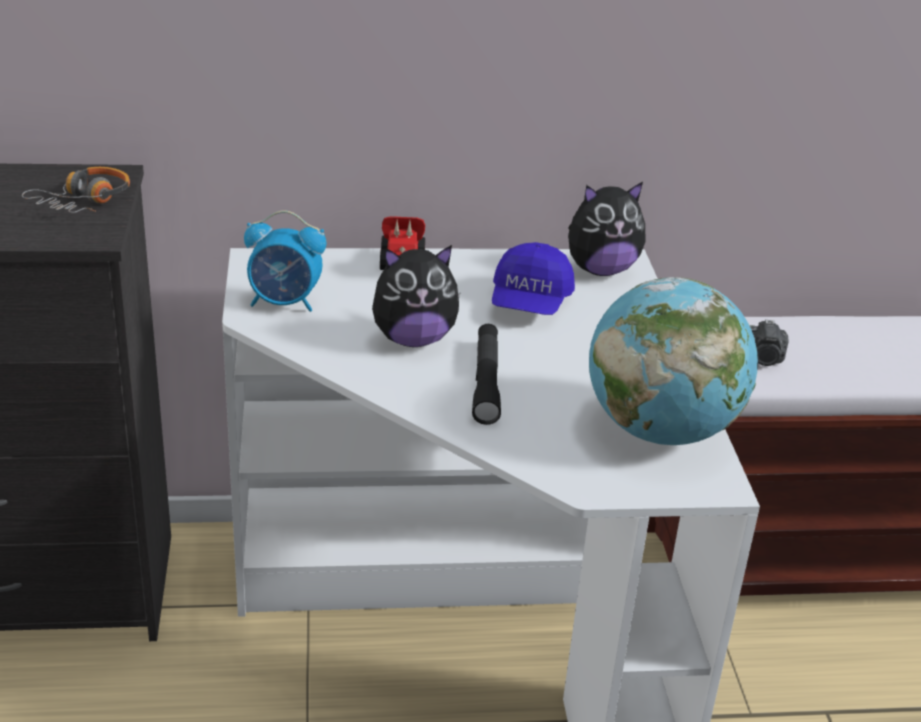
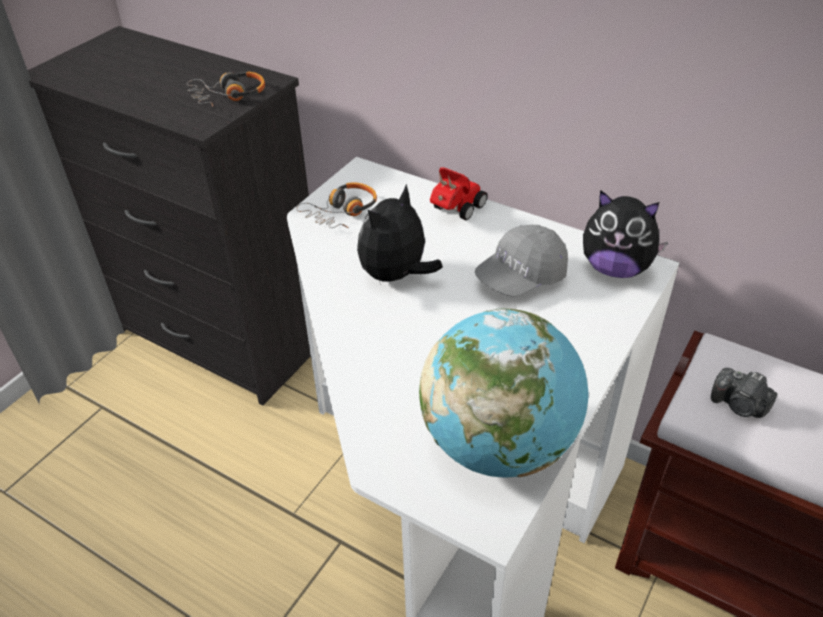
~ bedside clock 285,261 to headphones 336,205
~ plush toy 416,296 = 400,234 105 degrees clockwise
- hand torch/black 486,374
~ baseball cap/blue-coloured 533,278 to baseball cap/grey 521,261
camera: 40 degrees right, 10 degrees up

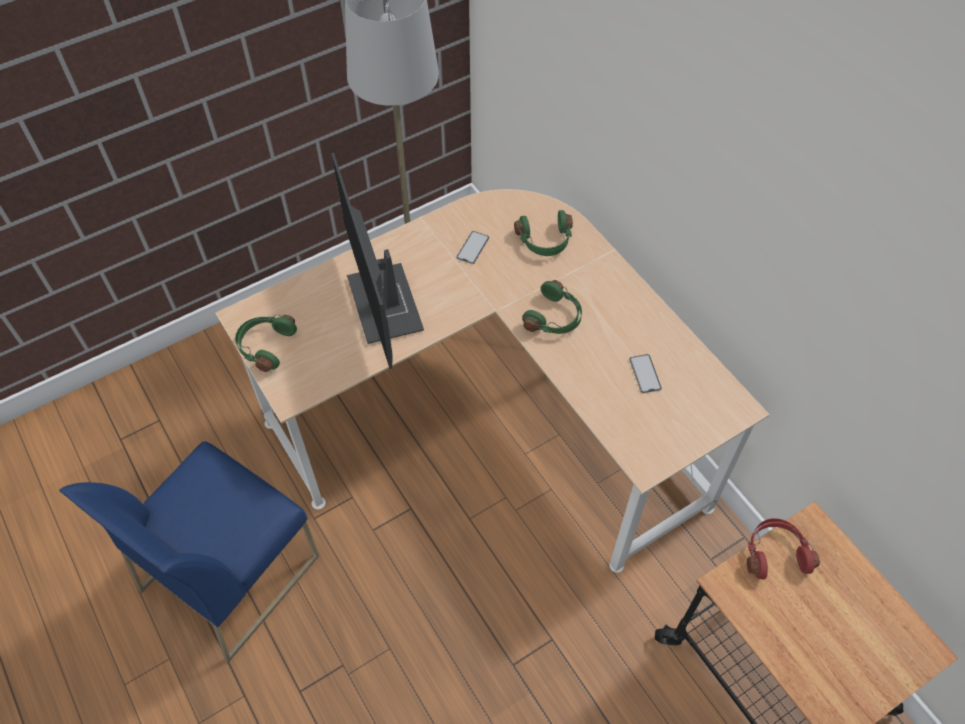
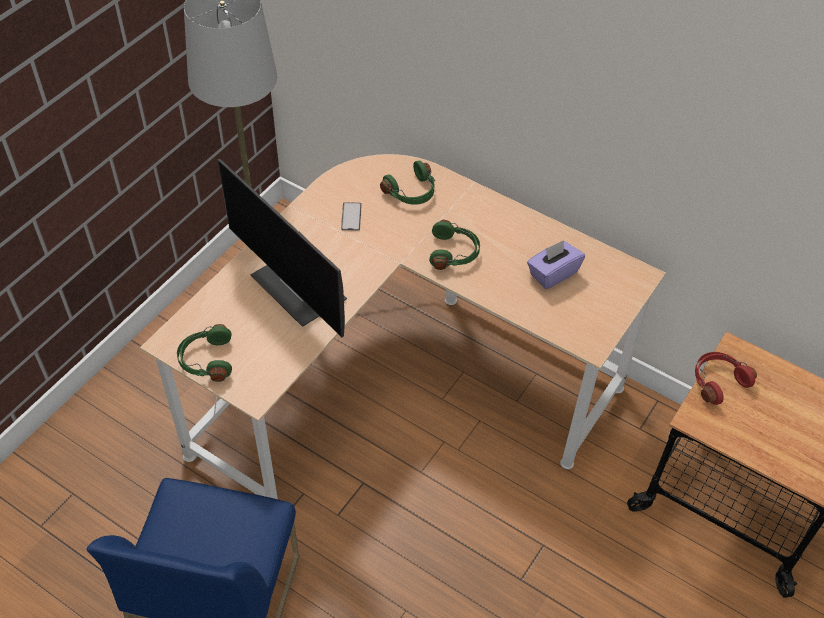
~ handset 645,373 to tissue holder/purple 556,264
camera: 25 degrees left, 5 degrees down

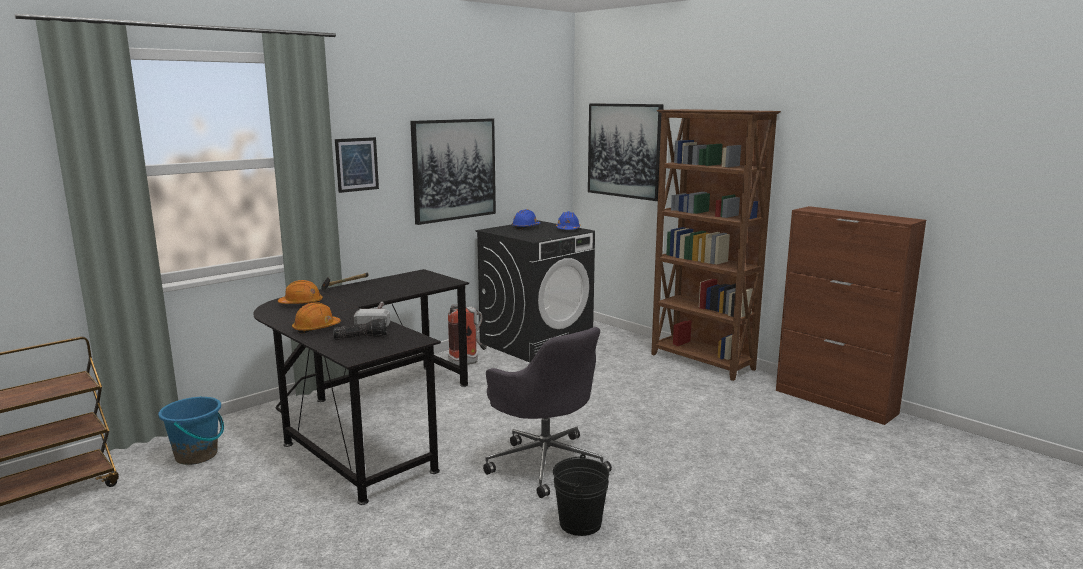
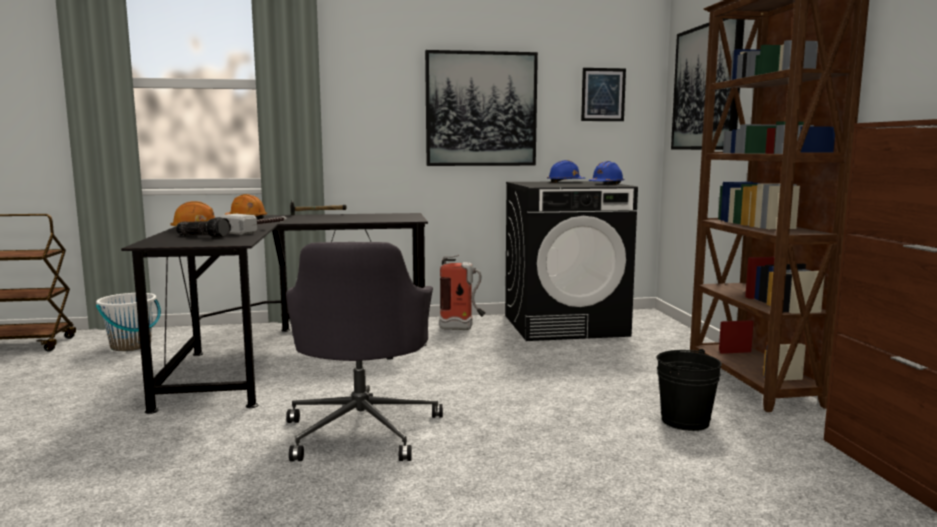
~ water bucket/blue-coloured 191,430 to water bucket/white 128,322
~ wall art 357,165 to 603,94
~ water bucket/black 581,495 to 689,390
camera: 35 degrees right, 5 degrees down

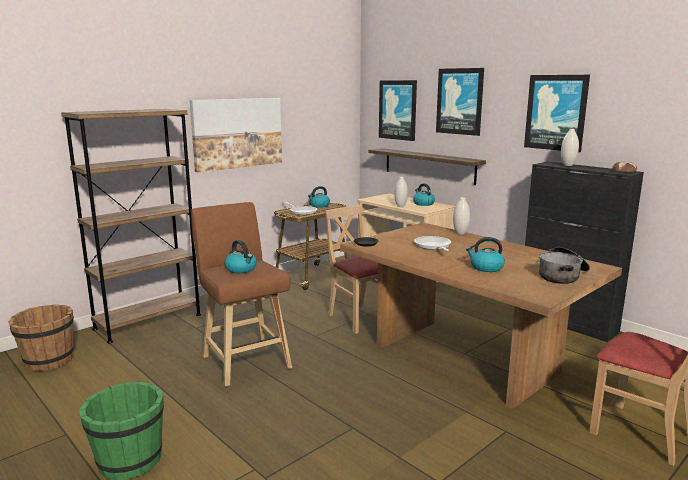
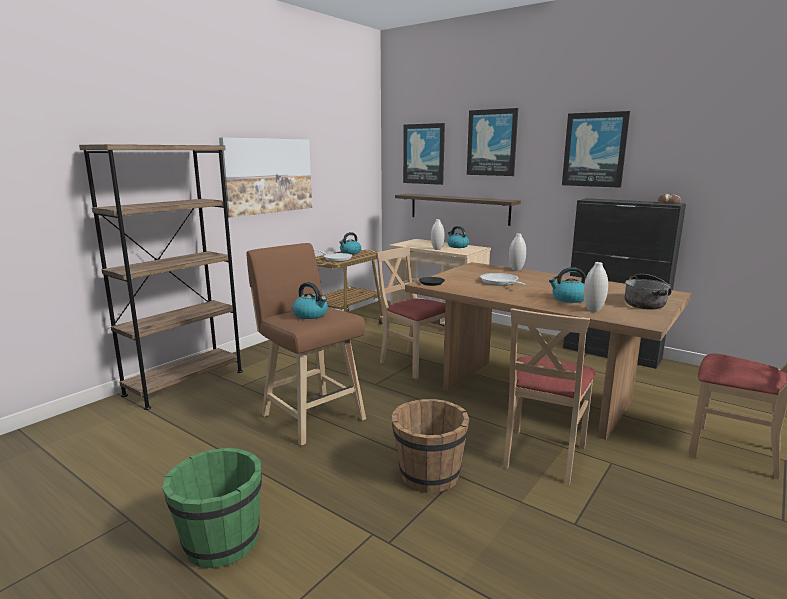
~ water bucket/brownish 41,338 to 431,446
~ vase/white 570,147 to 596,287
+ upright chair/sand-coloured 549,396
camera: 10 degrees left, 0 degrees up

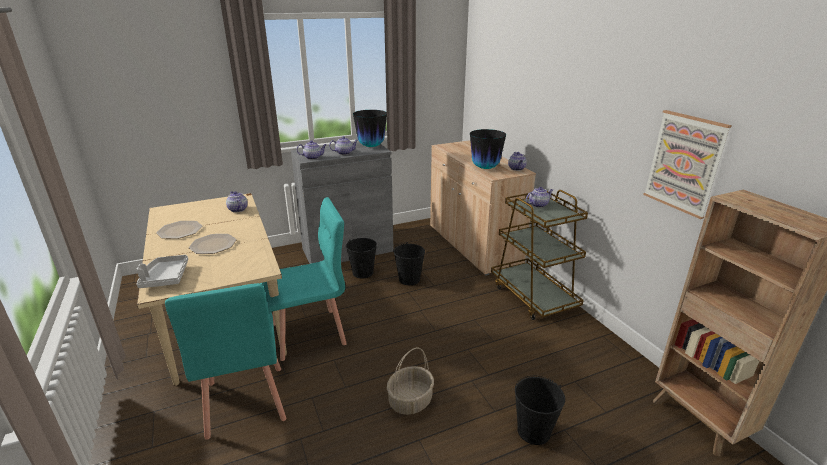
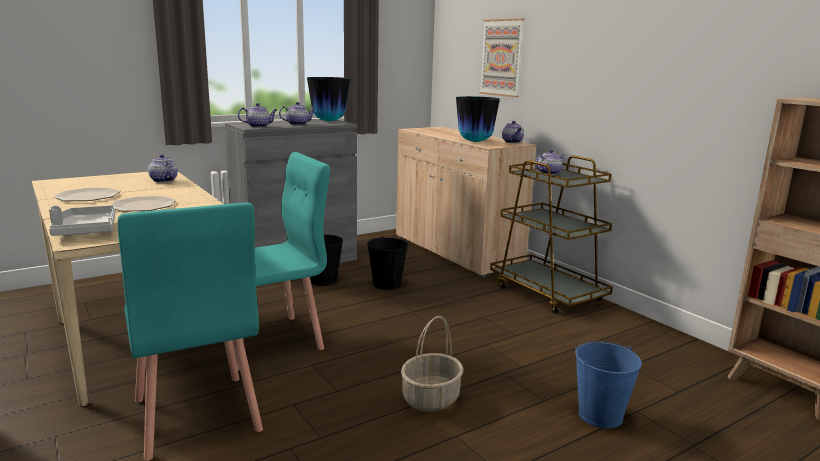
~ water bucket/black 540,410 to water bucket/blue-coloured 608,385
~ wall art 687,164 to 501,57
camera: 10 degrees left, 10 degrees down

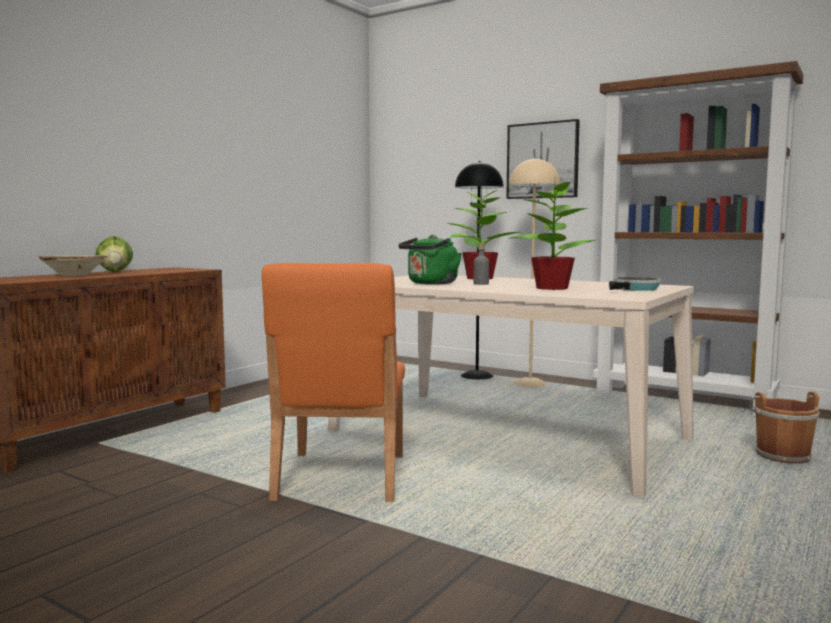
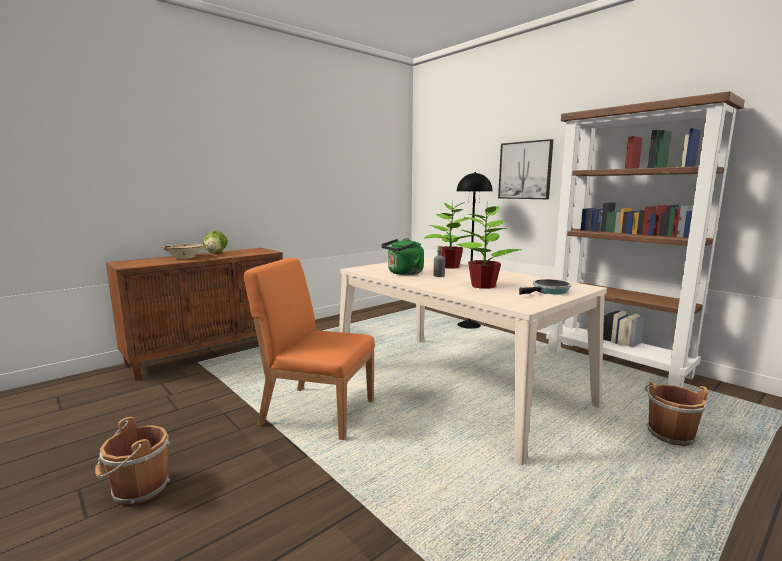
~ upright chair/orange-coloured 333,382 = 309,349 90 degrees clockwise
- standard lamp/sand-coloured 535,272
+ water bucket/brownish 132,461
camera: 15 degrees right, 5 degrees up

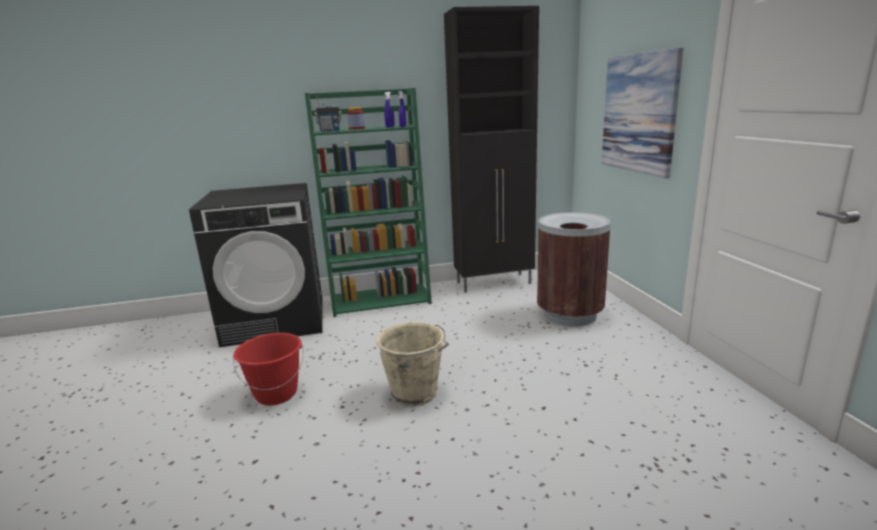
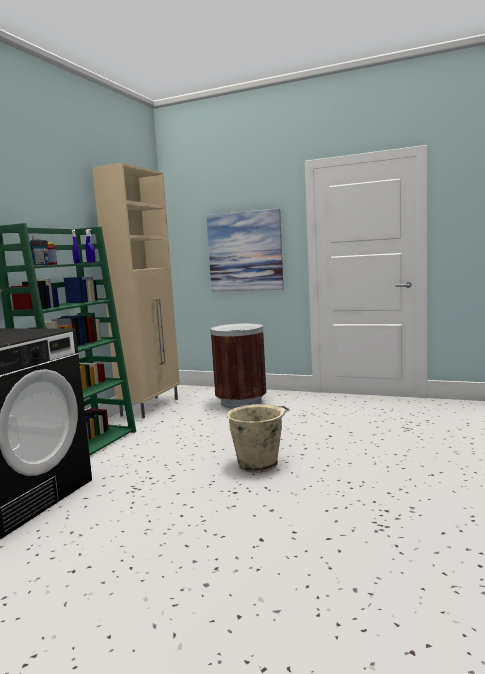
- water bucket/red 268,369
~ cabinet/black 491,149 to cabinet/sand-coloured 136,290
camera: 55 degrees left, 10 degrees down

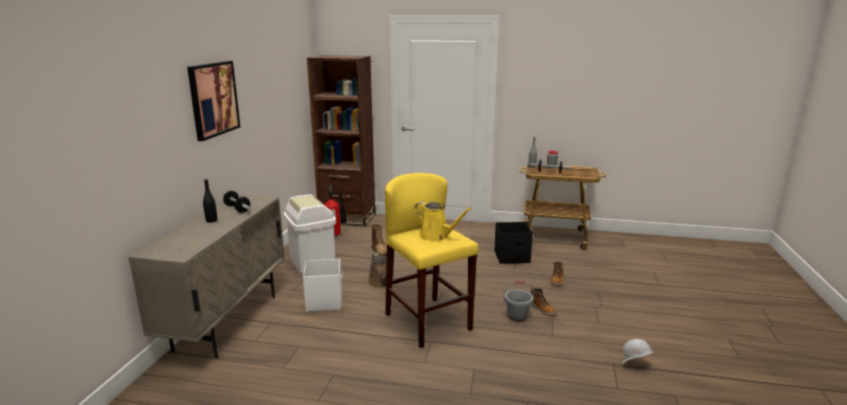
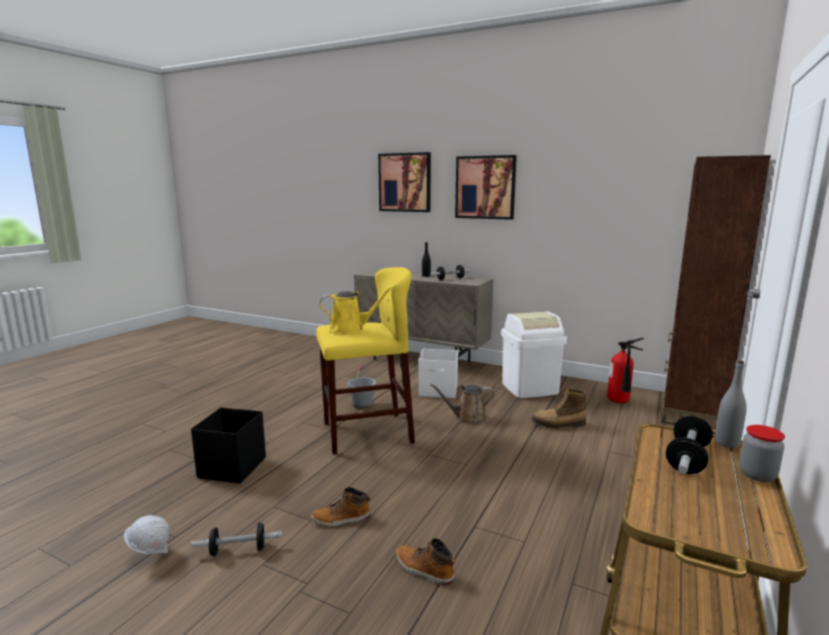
~ sprinkling can/yellowish 443,222 = 356,310 150 degrees counterclockwise
~ storage bin/black 514,243 to 228,445
~ water bucket/grey 518,301 to 362,386
+ hand weight 236,539
+ wall art 404,182
camera: 105 degrees right, 5 degrees down

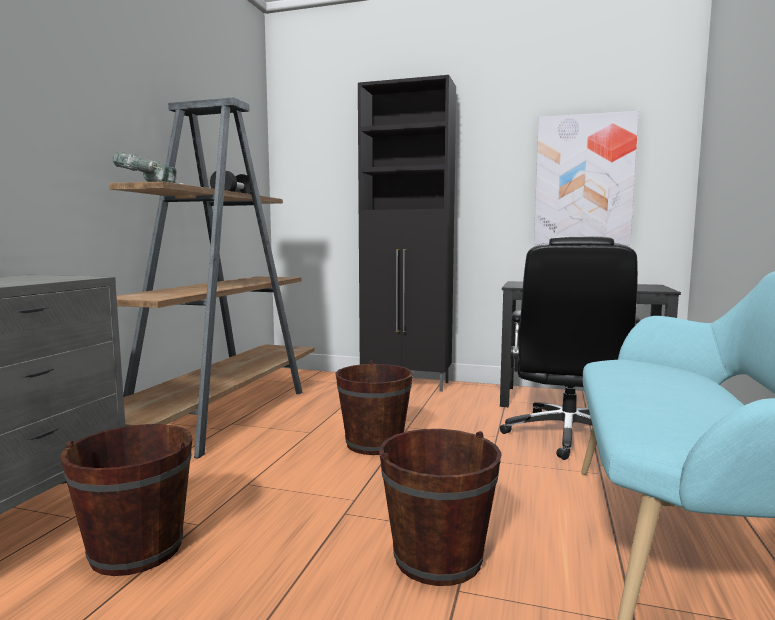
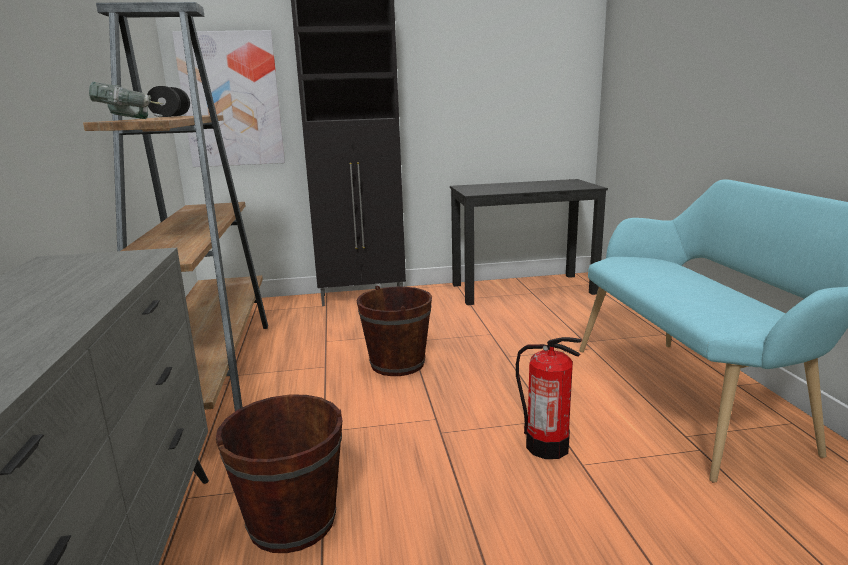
~ water bucket/brownish 440,507 to extinguisher 549,398
- office chair/black 570,348
~ wall art 586,178 to 228,98
camera: 25 degrees left, 10 degrees up

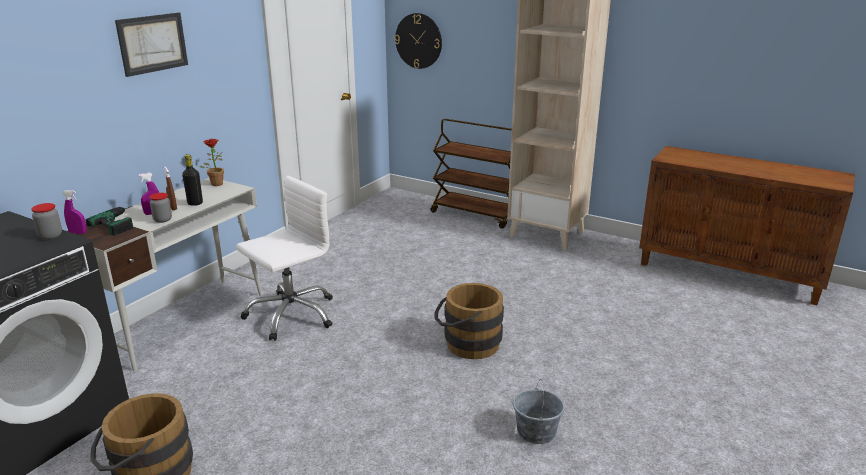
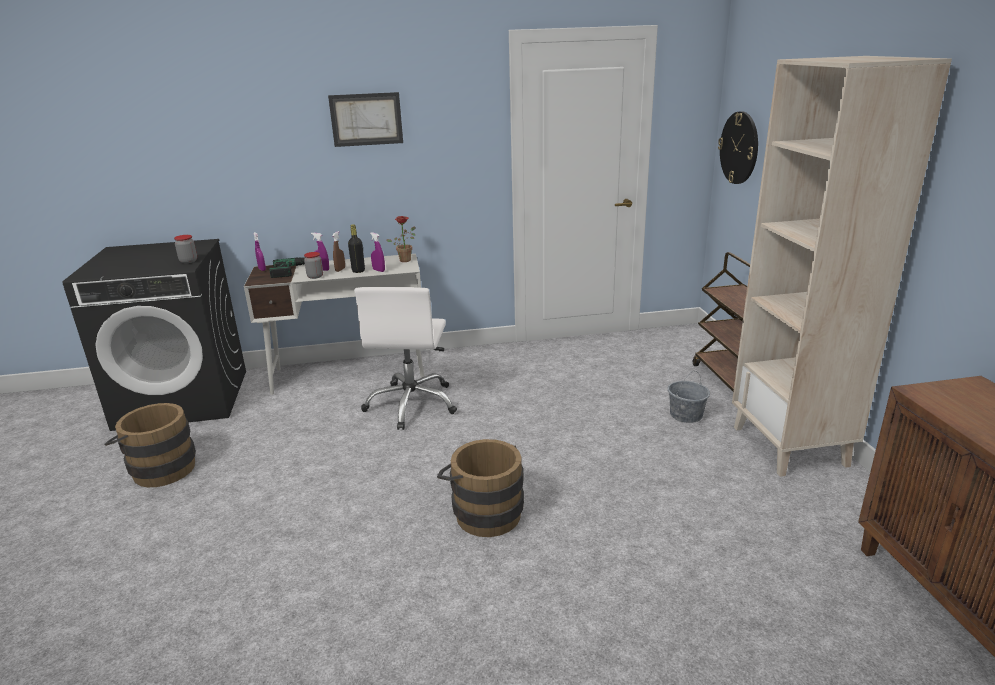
~ office chair/white 284,258 = 405,358 90 degrees clockwise
~ water bucket/grey 539,411 to 689,397
+ spray bottle/purple 377,252
camera: 50 degrees right, 0 degrees up

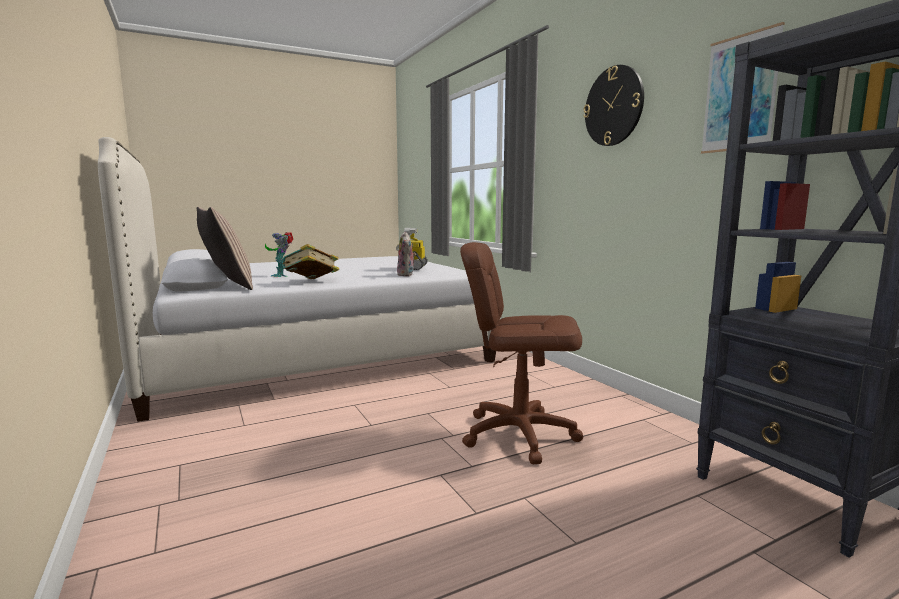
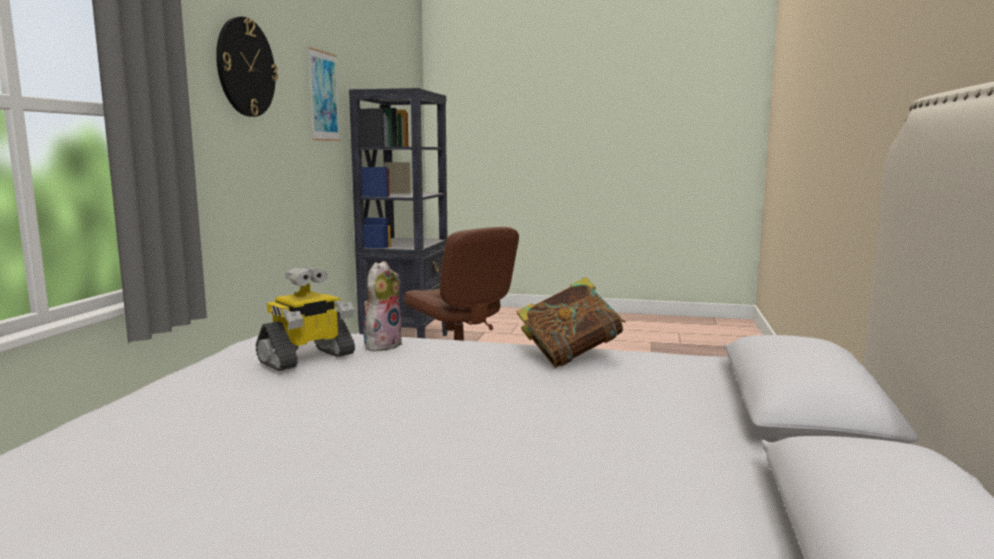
- throw pillow 225,248
- toy robot 279,254
camera: 140 degrees left, 0 degrees up

